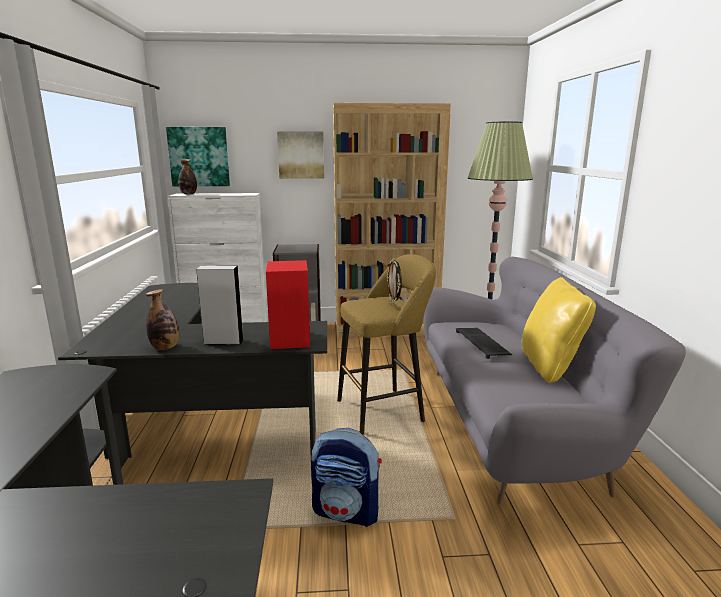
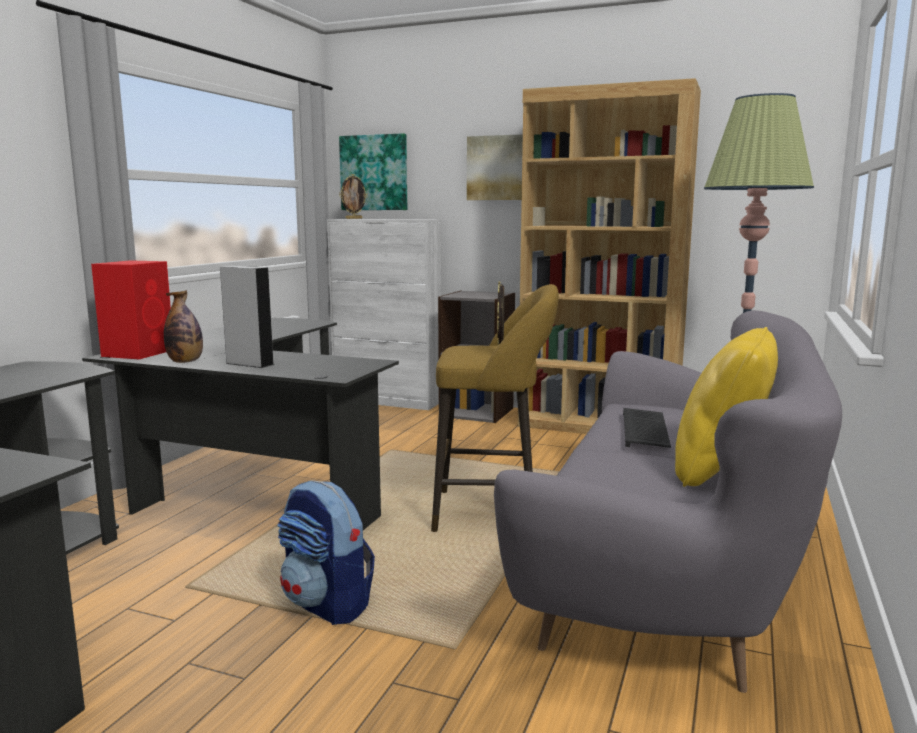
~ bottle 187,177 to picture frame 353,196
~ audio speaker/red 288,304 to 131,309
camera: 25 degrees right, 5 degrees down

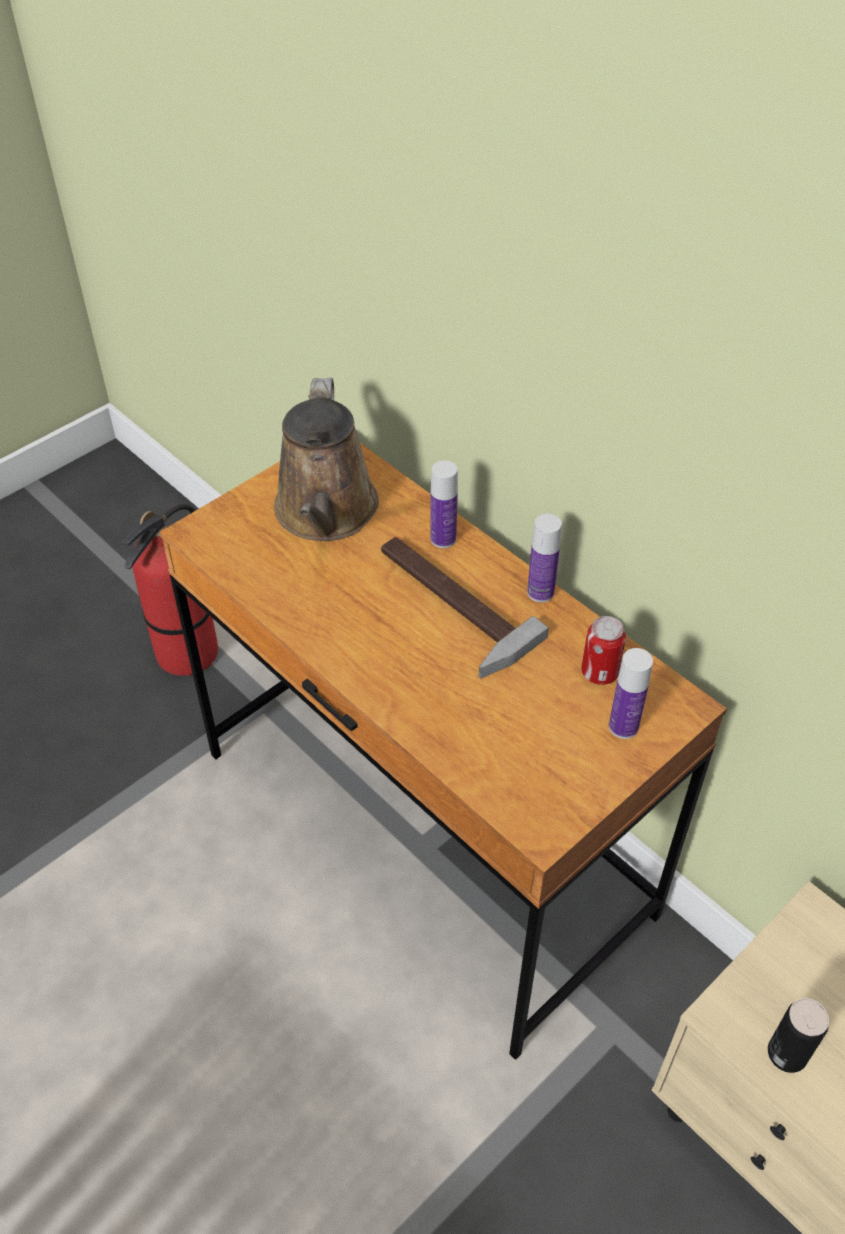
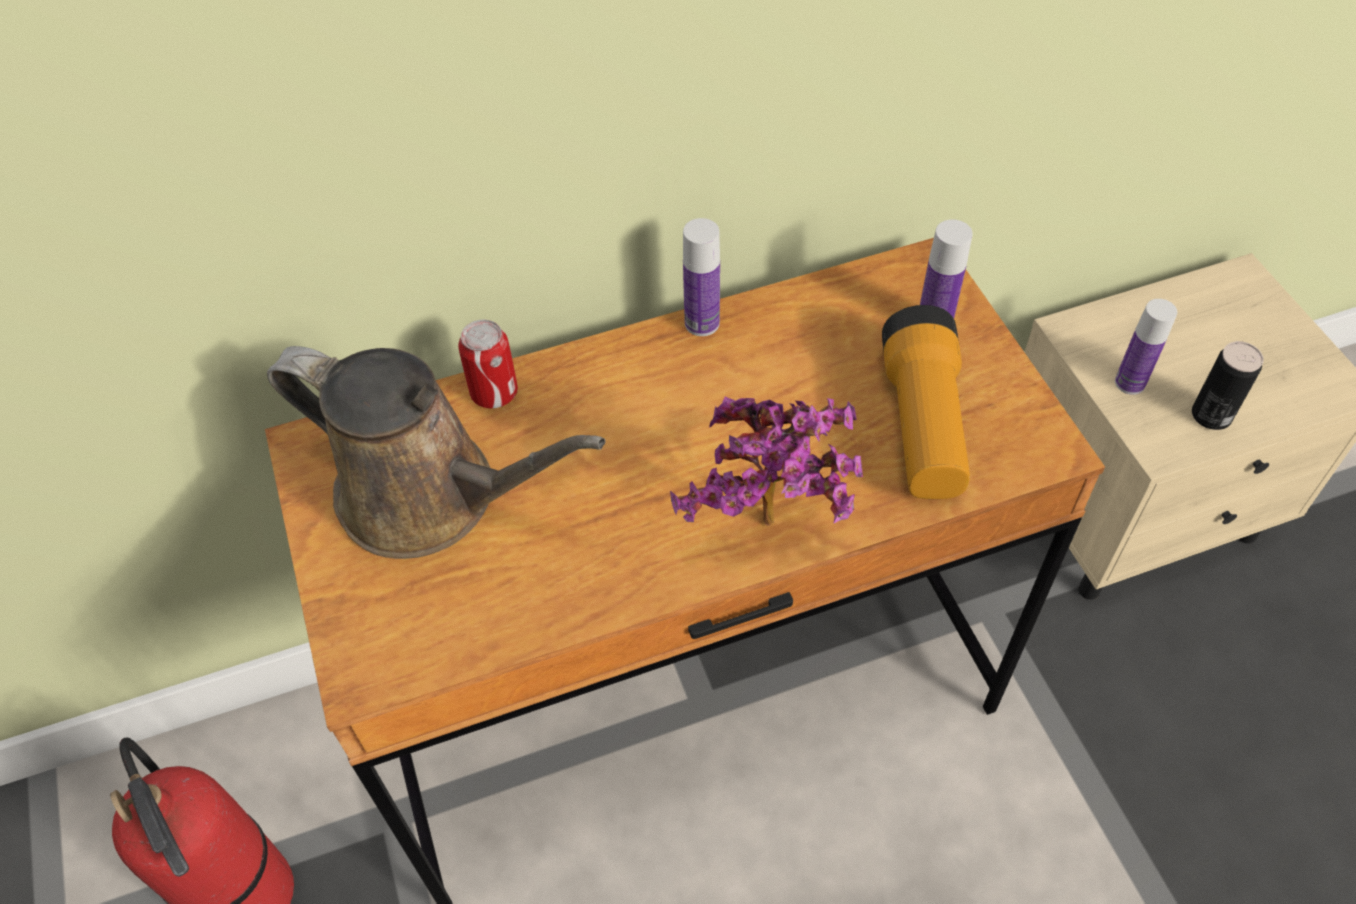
- tool hammer 465,607
~ bottle 444,504 to 1146,347
~ metal can 603,650 to 488,363
+ potted plant 766,461
+ hand torch 926,402
camera: 65 degrees left, 5 degrees up

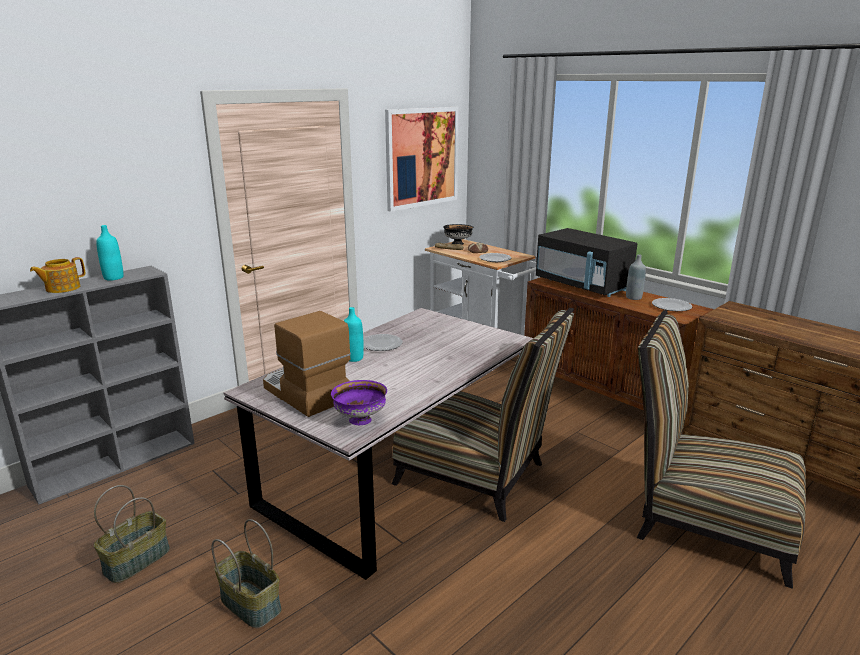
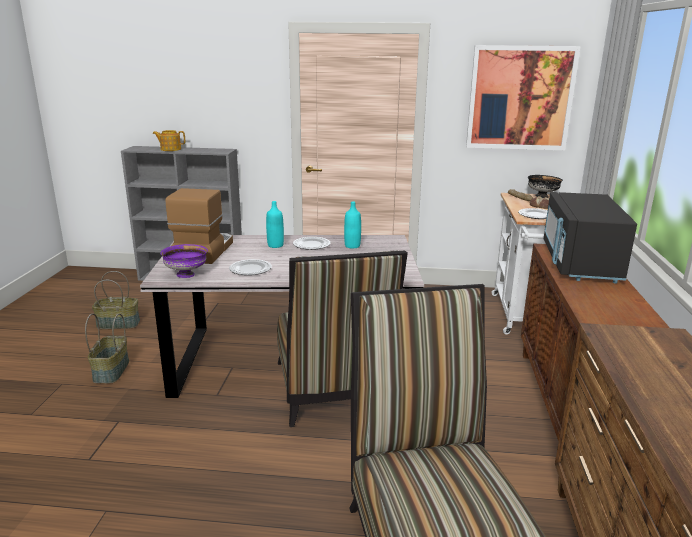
~ bottle/turquoise-coloured 109,253 to 352,225
- bottle/grey 636,277
~ flat dish 672,304 to 250,267
camera: 50 degrees right, 0 degrees up

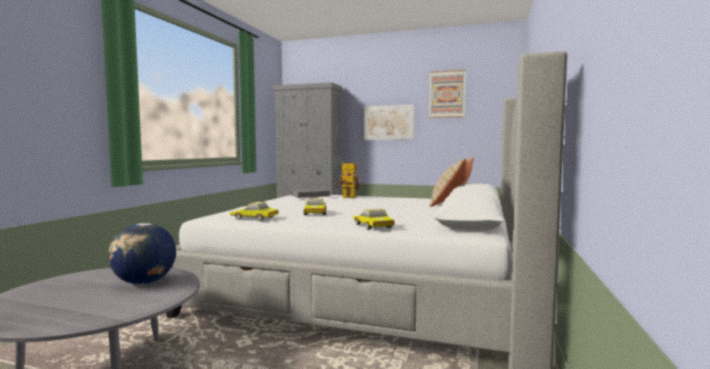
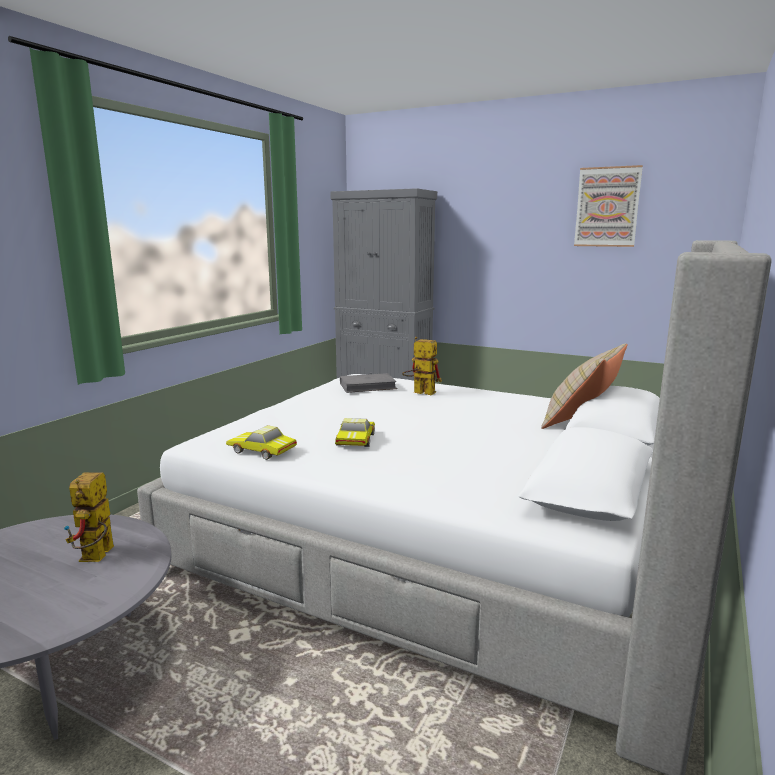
~ world globe 142,253 to toy robot 89,517
- model car 374,219
- wall art 389,122
camera: 10 degrees right, 10 degrees up

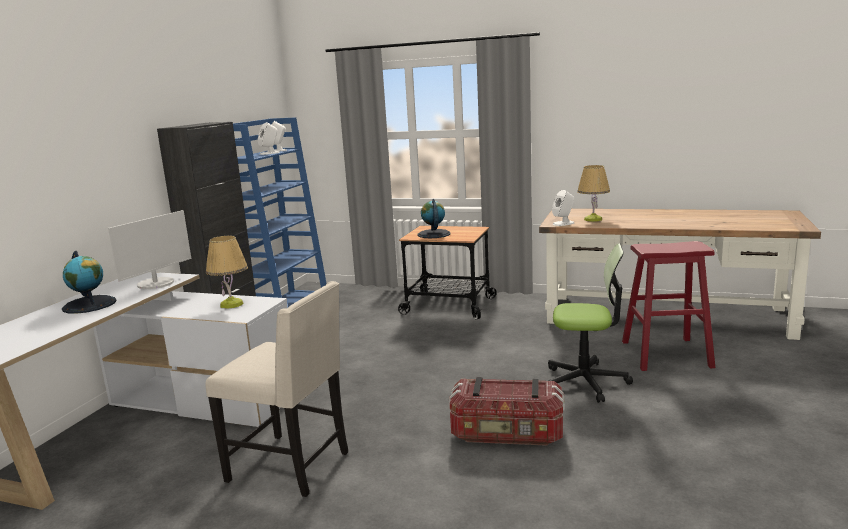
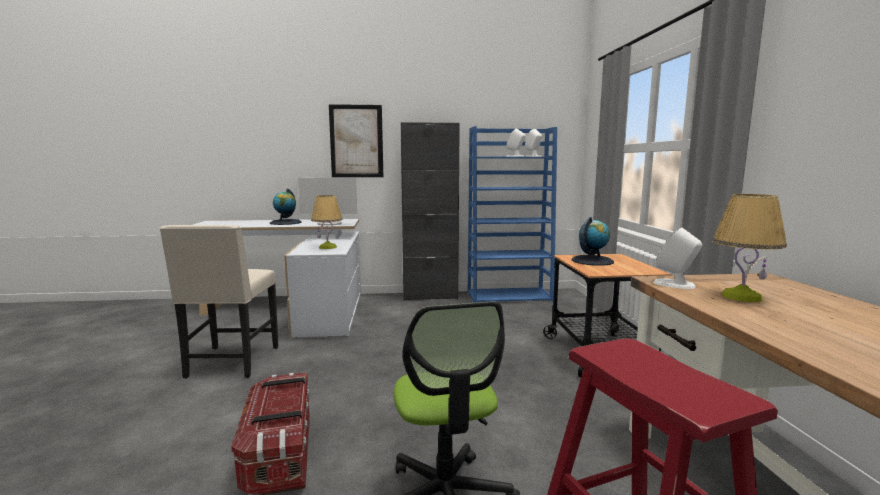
+ wall art 356,140
camera: 65 degrees right, 5 degrees down

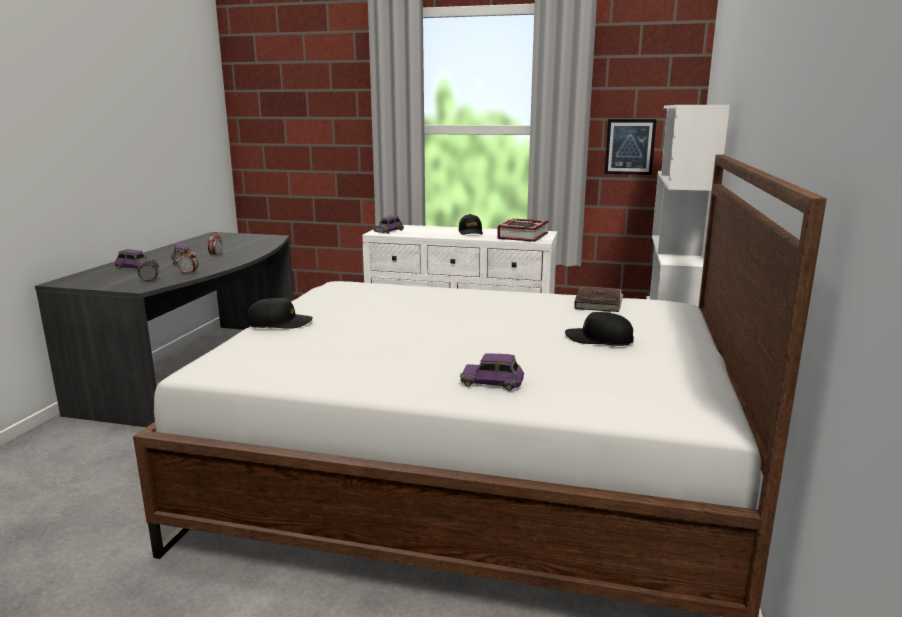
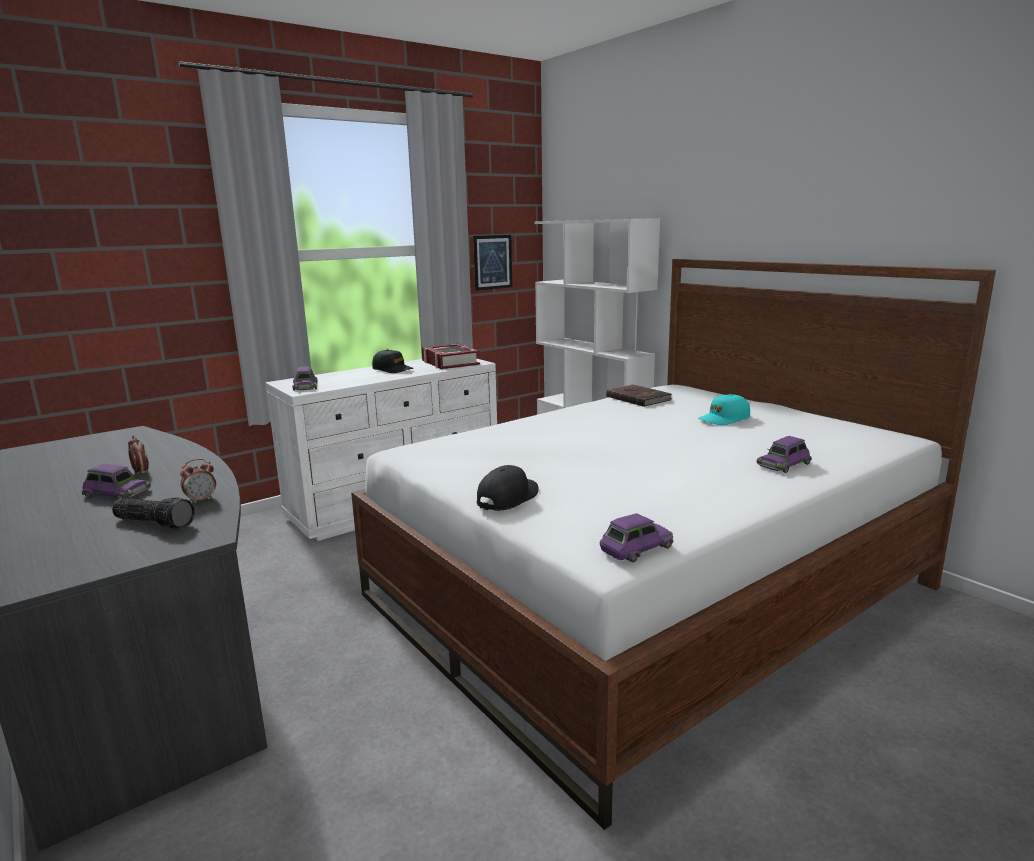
~ model car/purple 133,259 to 636,538
~ baseball cap/black 599,329 to baseball cap/turquoise-coloured 724,409
camera: 50 degrees left, 0 degrees up

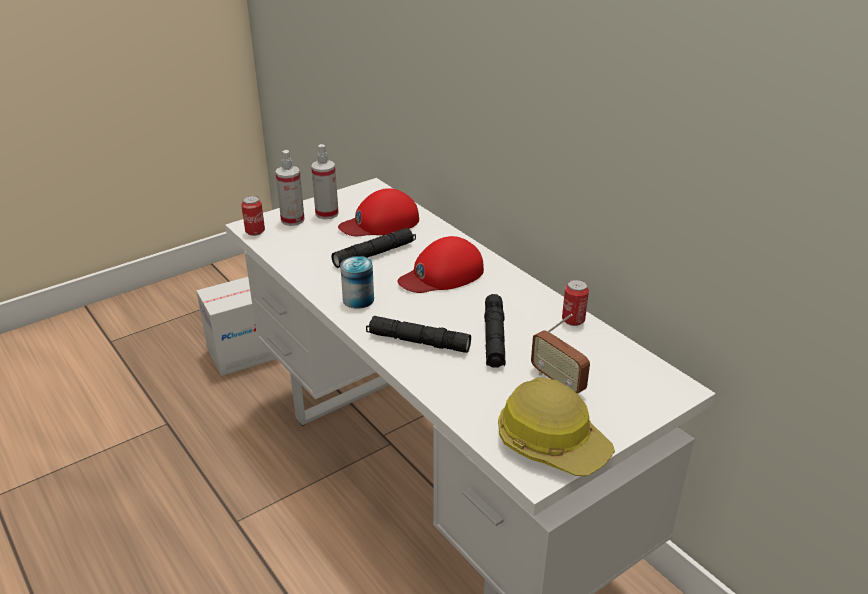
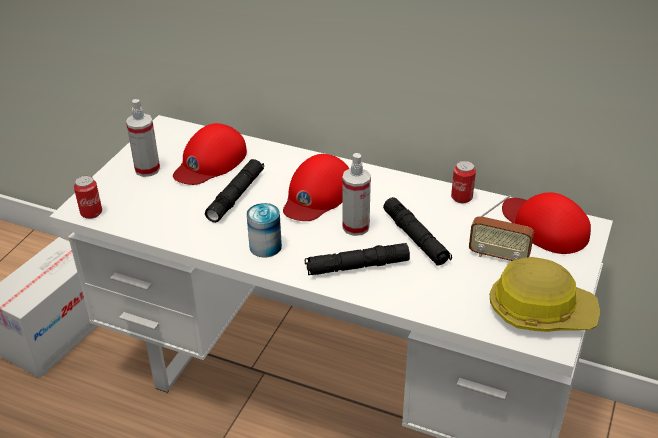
~ spray bottle 290,188 to 356,194
+ baseball cap/red 546,223
camera: 30 degrees left, 5 degrees up

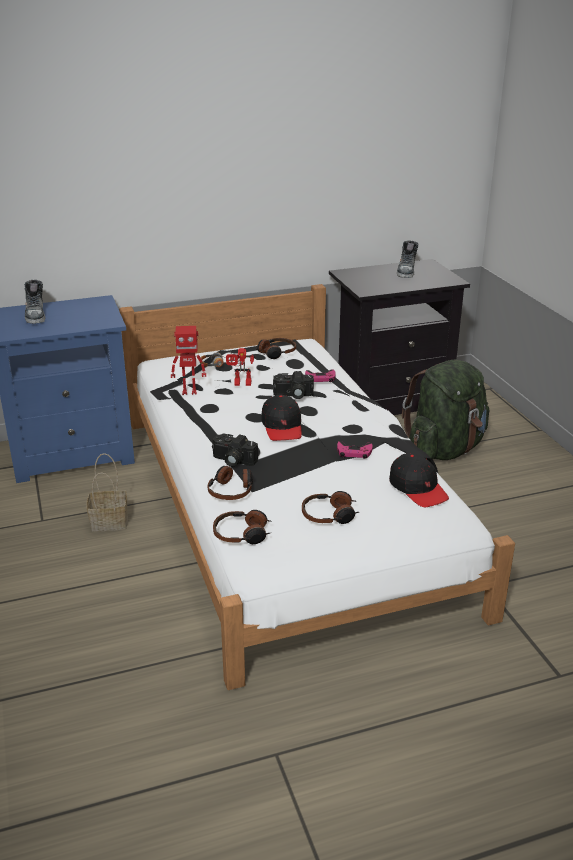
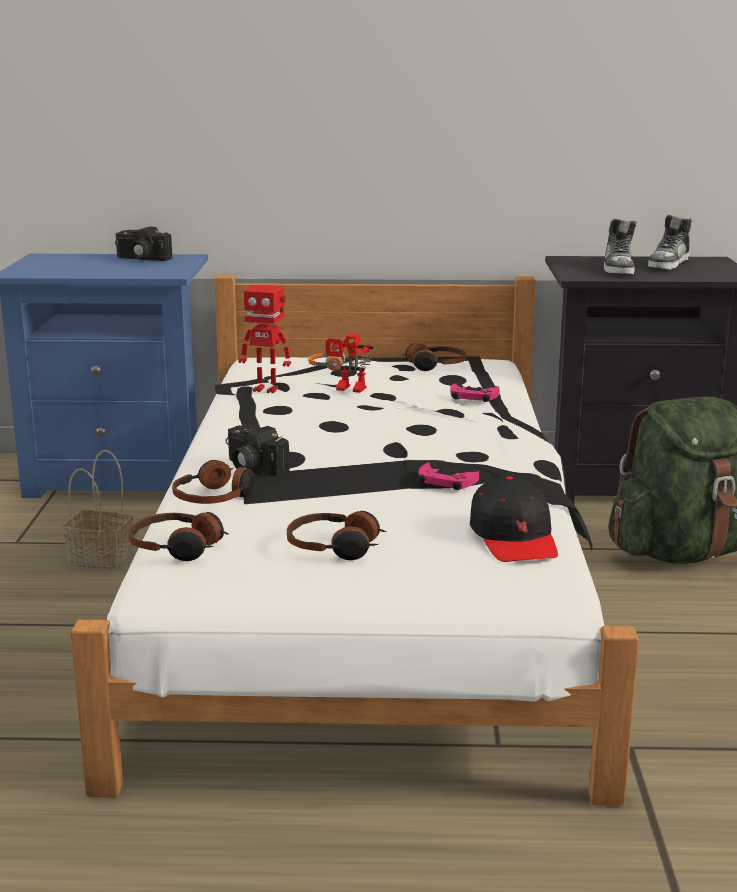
~ shoe 35,302 to 620,246
- baseball cap/black 281,418
~ photo camera 293,385 to 143,243
camera: 20 degrees right, 10 degrees down

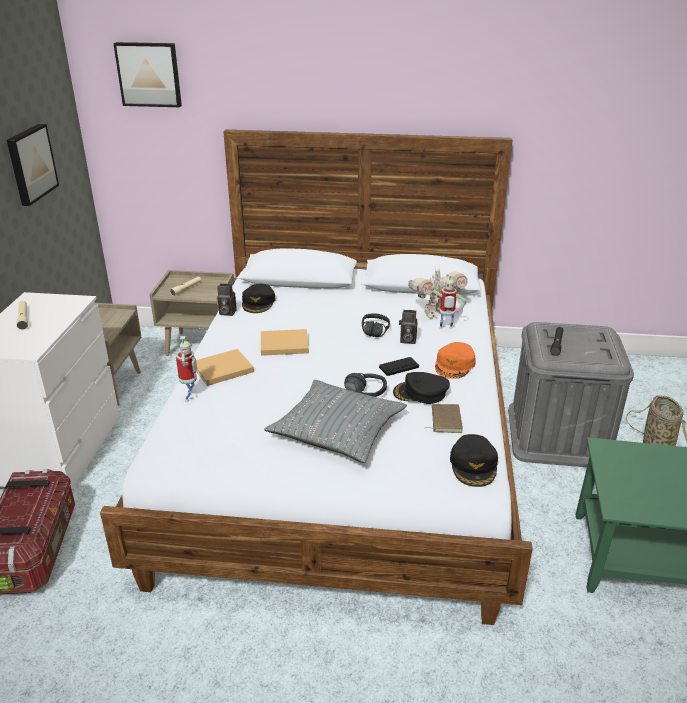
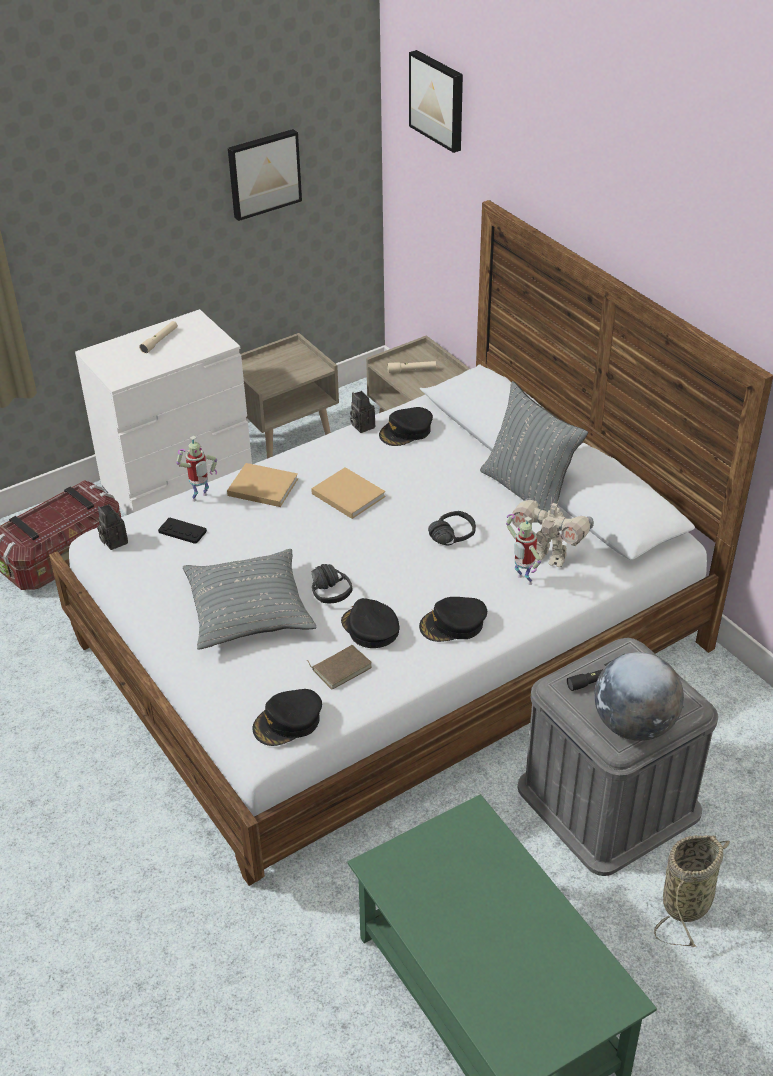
~ game controller/black 399,366 to 182,531
~ photo camera 408,327 to 112,527
~ baseball cap/orange-coloured 455,360 to baseball cap/black 453,619
+ throw pillow/grey 534,446
+ world globe 639,696
camera: 50 degrees right, 10 degrees up

